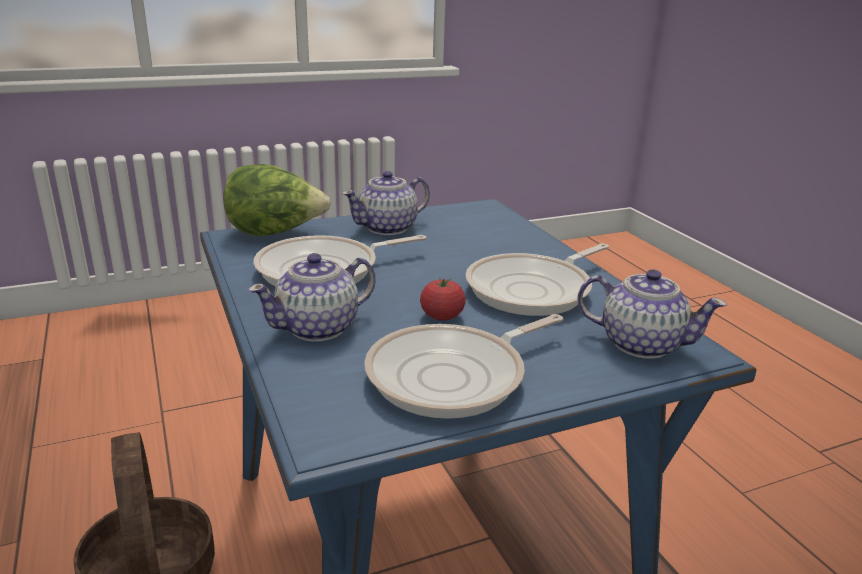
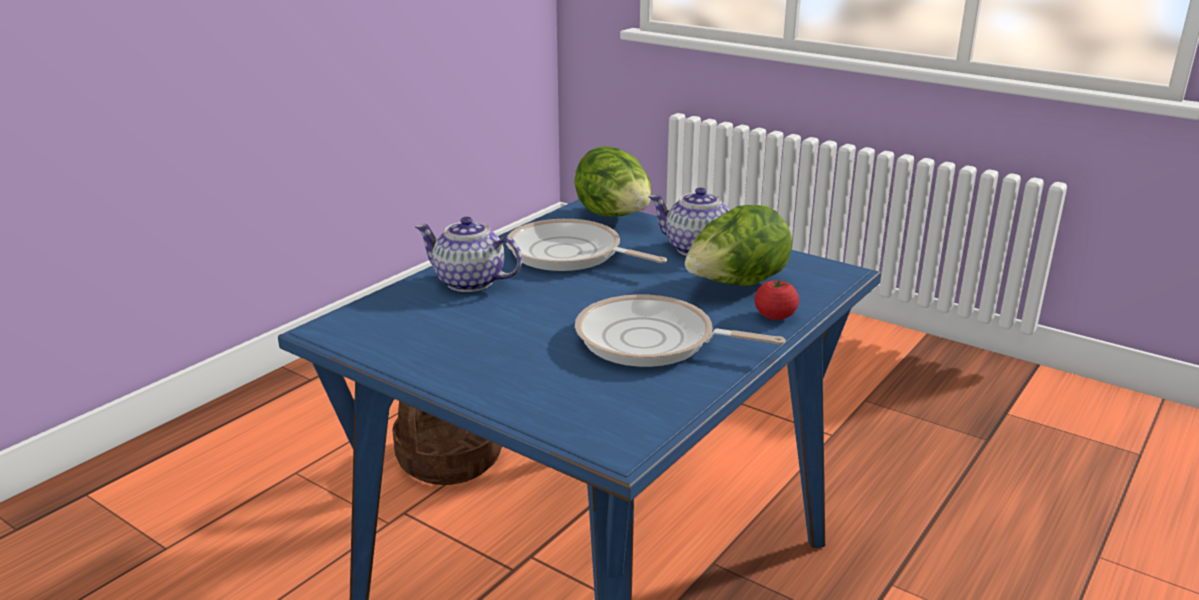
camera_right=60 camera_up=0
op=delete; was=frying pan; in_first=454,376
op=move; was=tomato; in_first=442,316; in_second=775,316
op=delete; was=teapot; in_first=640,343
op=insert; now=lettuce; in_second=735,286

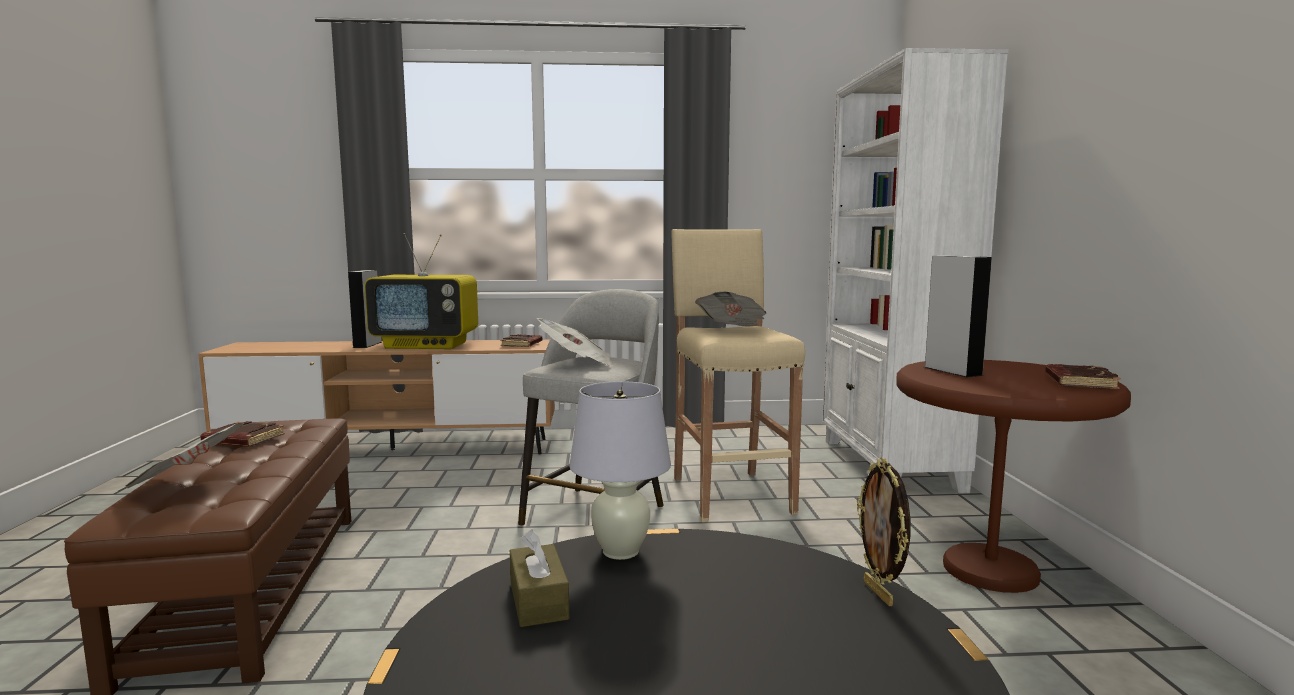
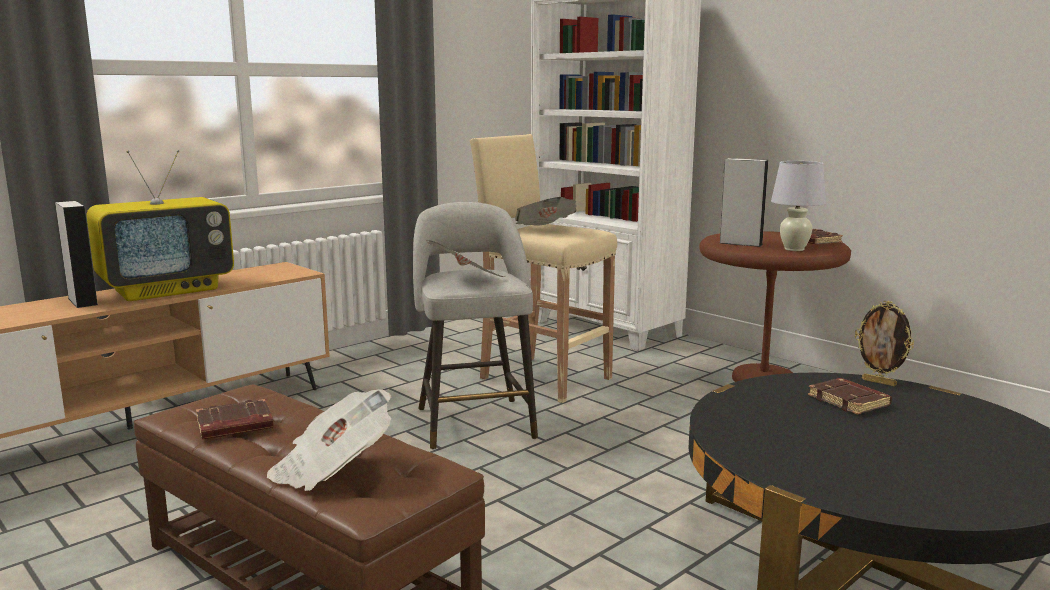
camera_right=-40 camera_up=5
op=move; was=brown-coloured book; in_first=522,344; in_second=850,401
op=delete; was=brown-coloured tissue box; in_first=538,601
op=move; was=whitish tabletop lamp; in_first=621,551; in_second=794,249

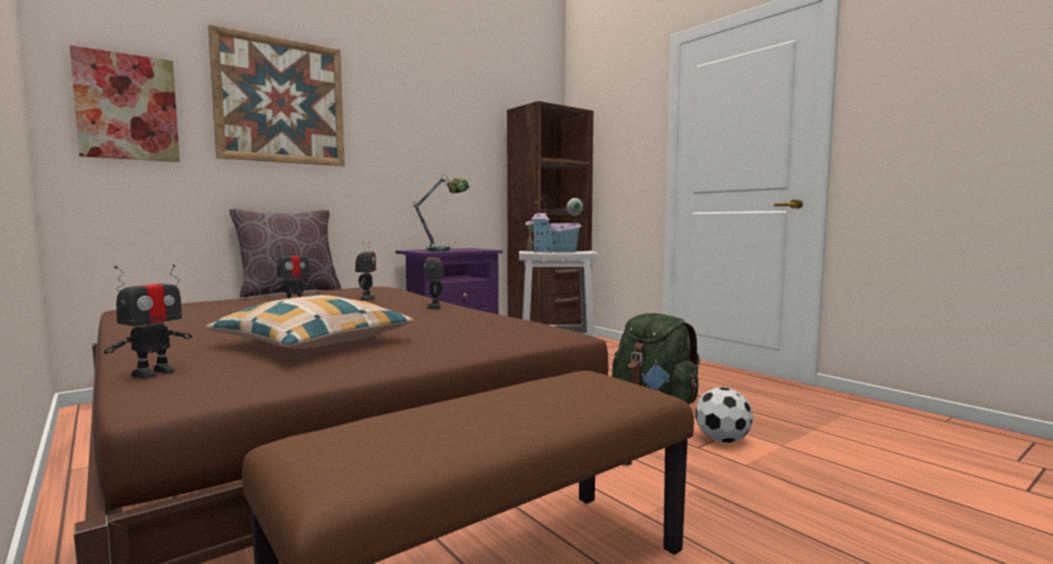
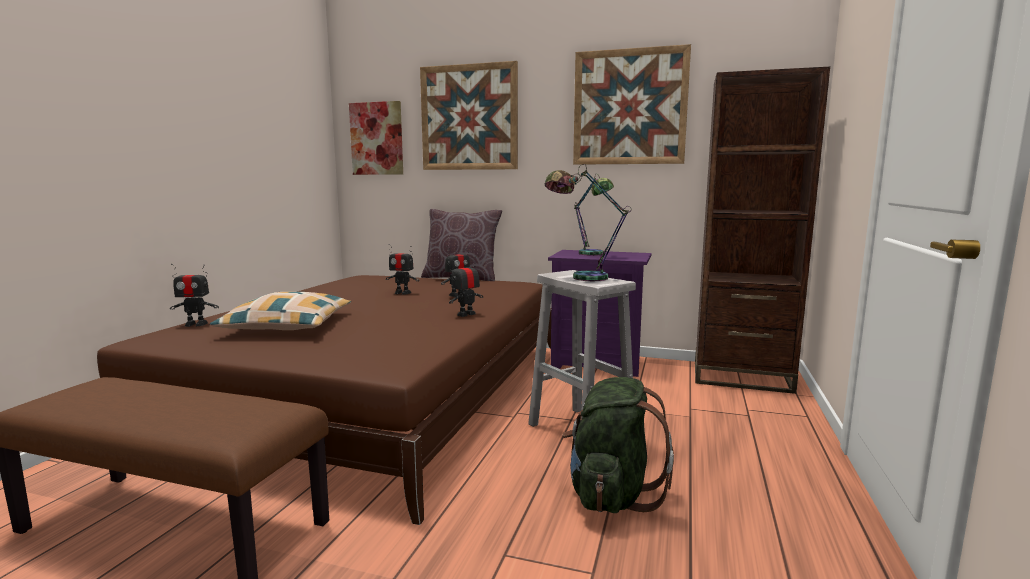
camera_right=55 camera_up=5
op=replace; was=model house; now=tabletop lamp; in_first=553,251; in_second=581,277
op=delete; was=football; in_first=723,440
op=insert; now=wall art; in_second=629,107

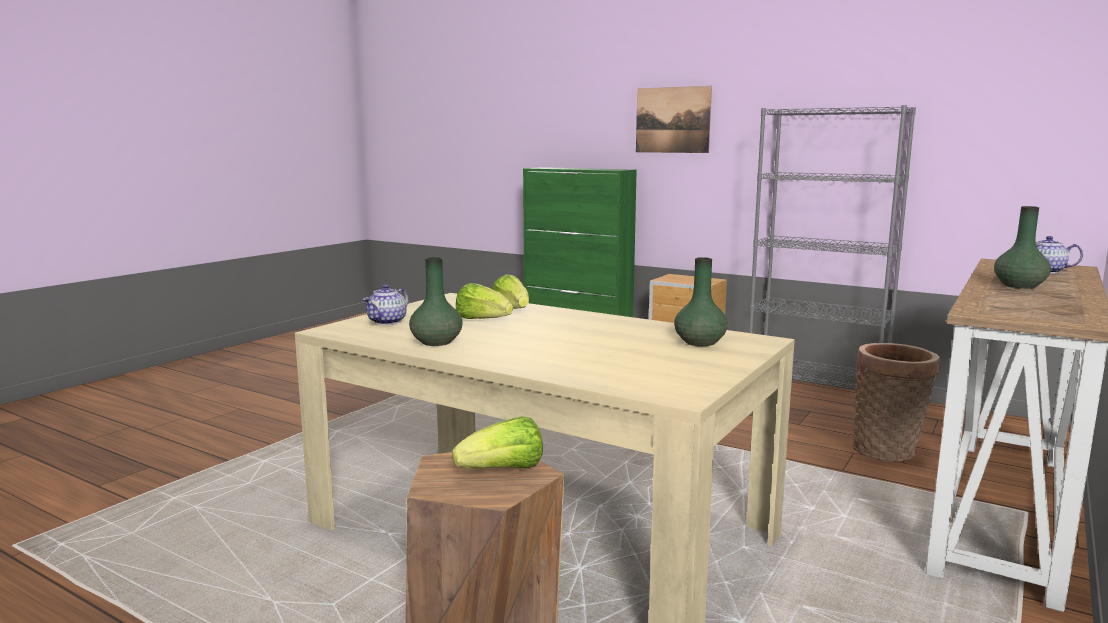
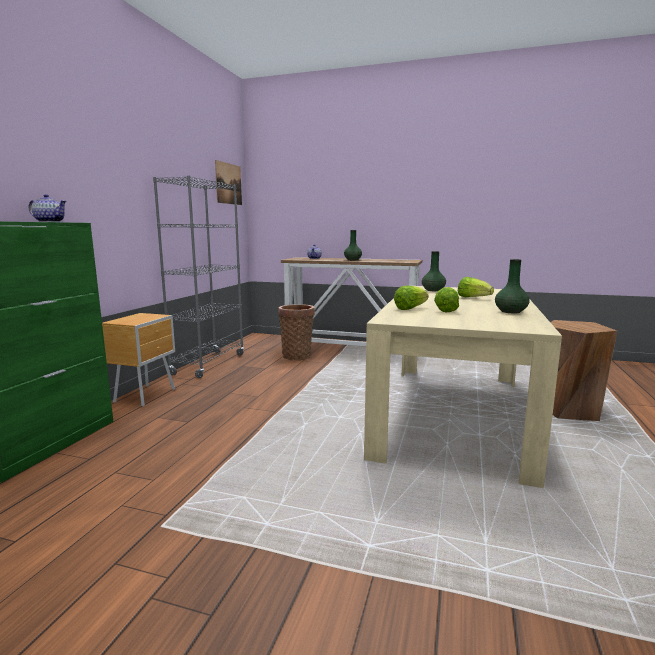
camera_right=-105 camera_up=0
op=move; was=teapot; in_first=388,321; in_second=49,222
op=move; was=lettuce; in_first=503,471; in_second=473,298
op=move; was=wall art; in_first=672,120; in_second=228,183

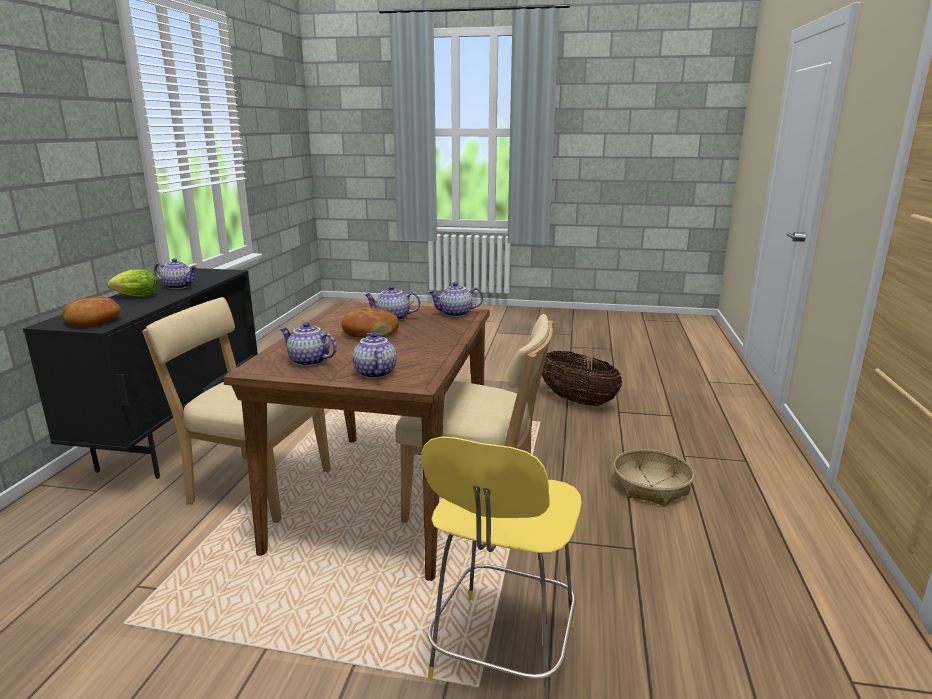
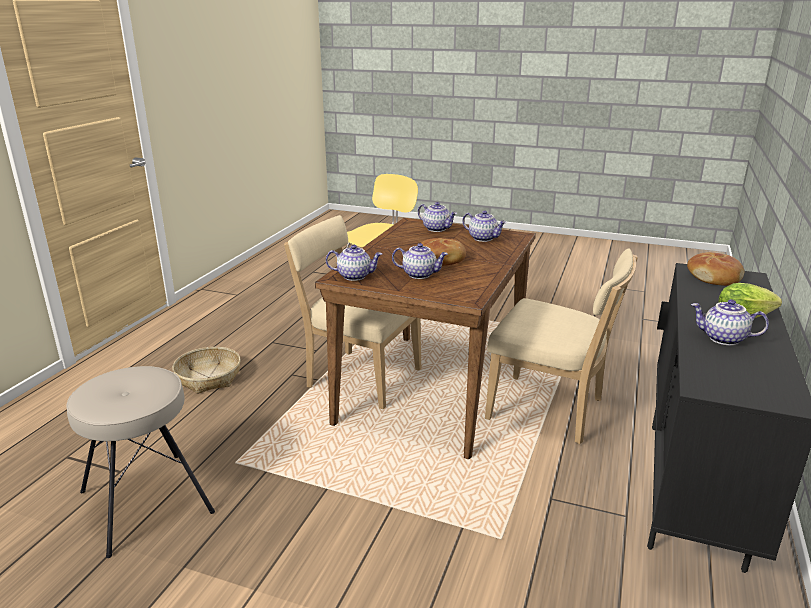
camera_right=-170 camera_up=5
op=rotate; was=teapot; in_first=374,373; in_second=437,229; clockwise=-45
op=replace; was=storage basket; now=beige stool seat; in_first=577,401; in_second=147,500

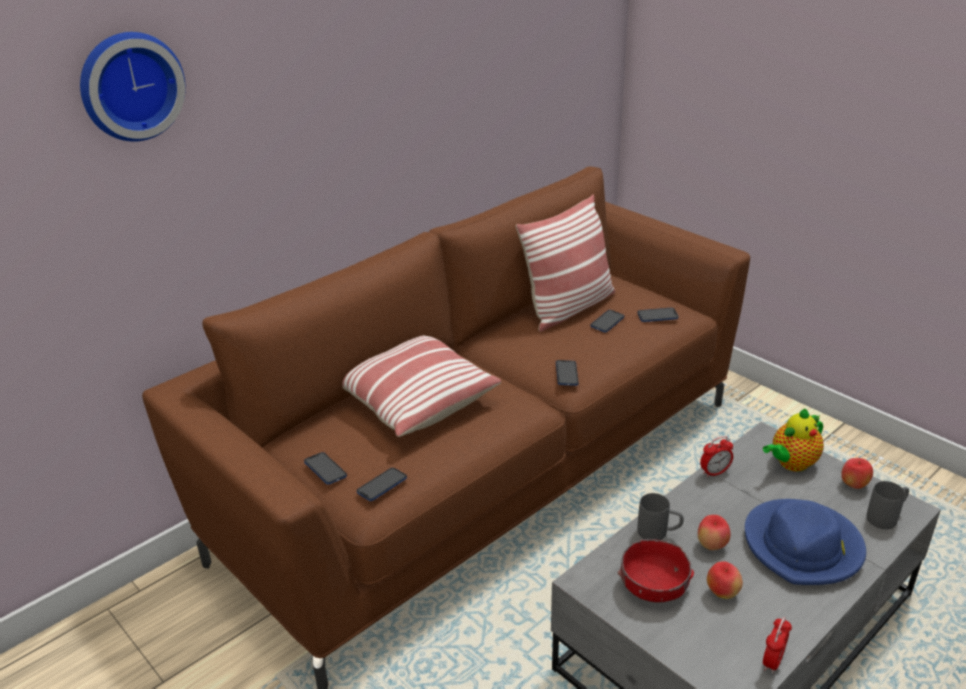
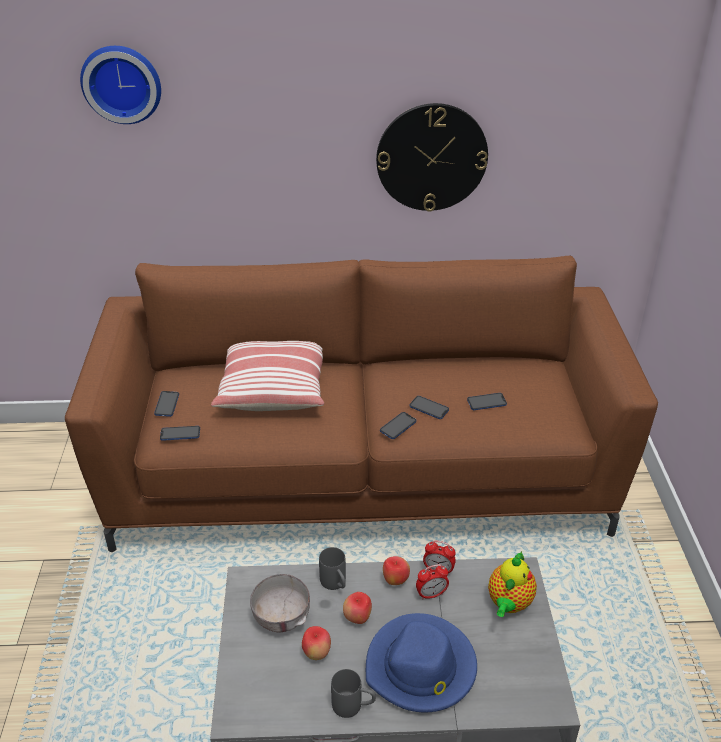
camera_right=40 camera_up=5
op=delete; was=cushion; in_first=568,308
op=recolor; was=red-coloured bowl; now=gray bowl; in_first=653,586; in_second=281,615
op=move; was=handset; in_first=657,316; in_second=429,408
op=rotate; was=teapot; in_first=791,463; in_second=508,604; clockwise=-75
op=move; was=bedside clock; in_first=772,661; in_second=431,594
op=move; was=apple; in_first=853,485; in_second=395,580
op=move; was=gray mug; in_first=886,517; in_second=353,706
op=insert; now=hanging clock; in_second=431,157

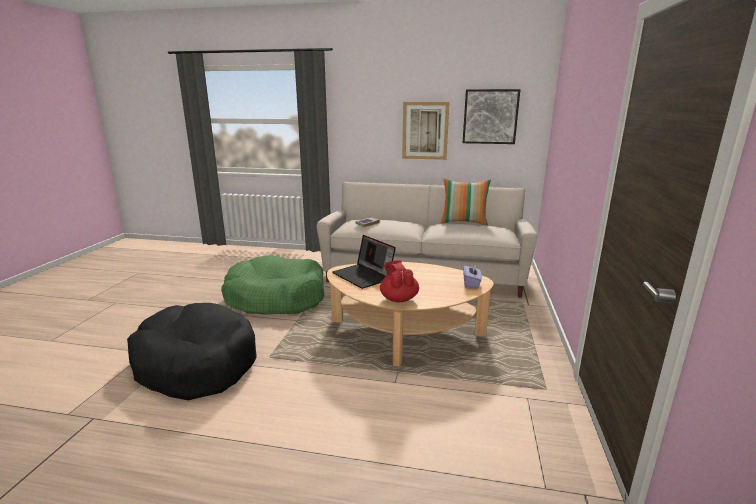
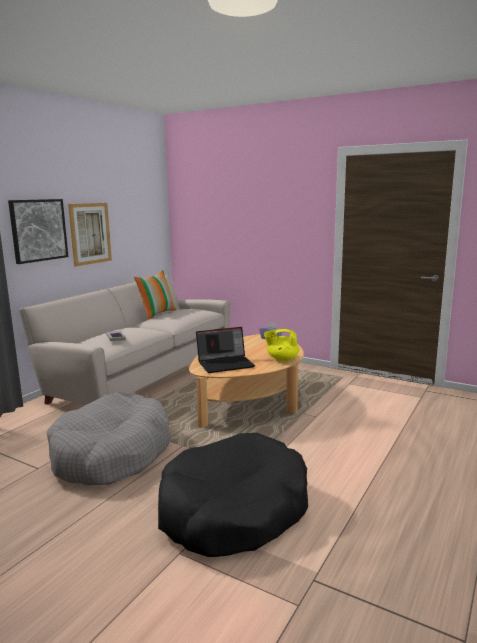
camera_right=-70 camera_up=-5
op=recolor; was=green-coloured dog bed; now=gray dog bed; in_first=276,298; in_second=111,454
op=recolor; was=red-coloured teapot; now=yellow teapot; in_first=398,299; in_second=282,359
op=move; was=wall art; in_first=490,116; in_second=38,230

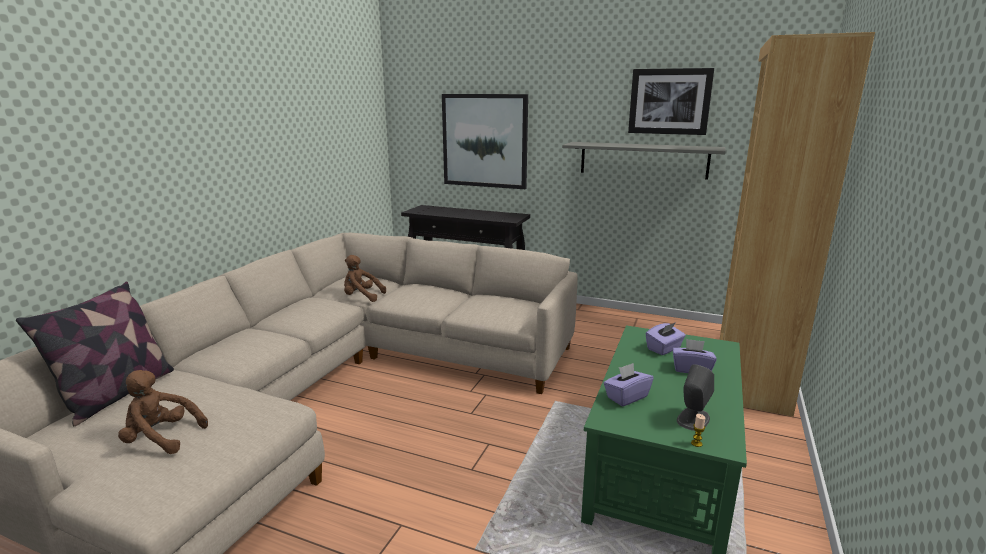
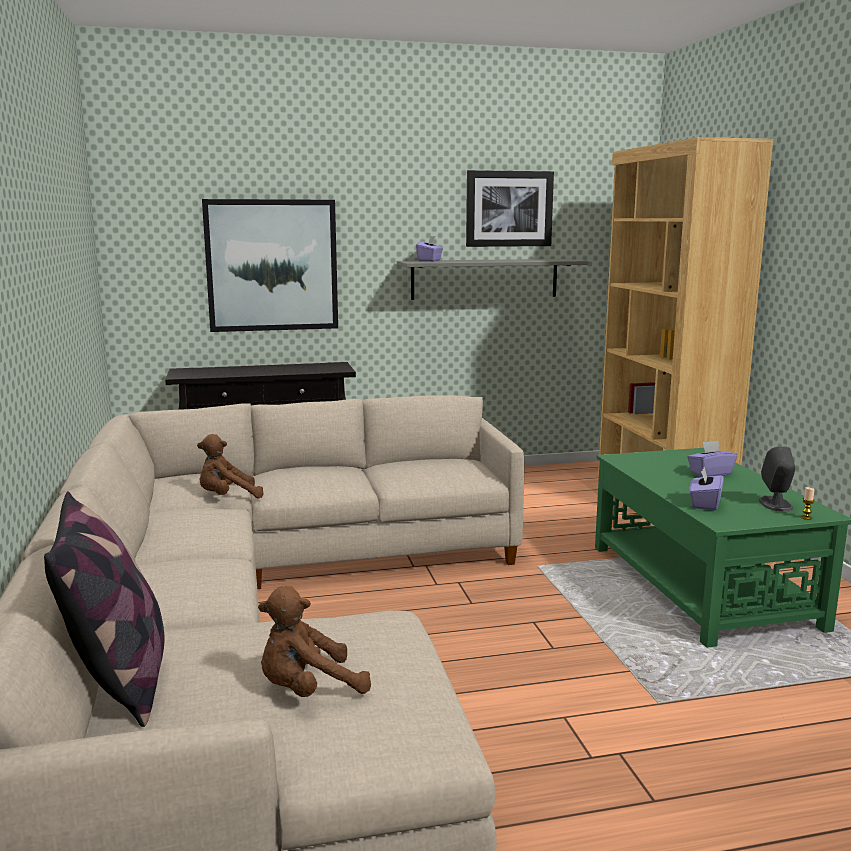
camera_right=-35 camera_up=-5
op=move; was=purplish tissue box; in_first=664,349; in_second=429,261

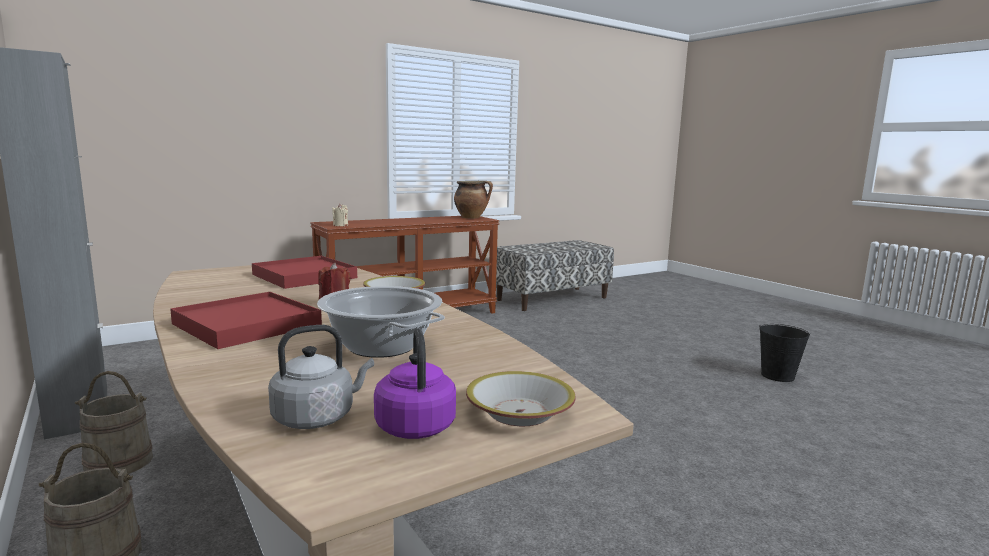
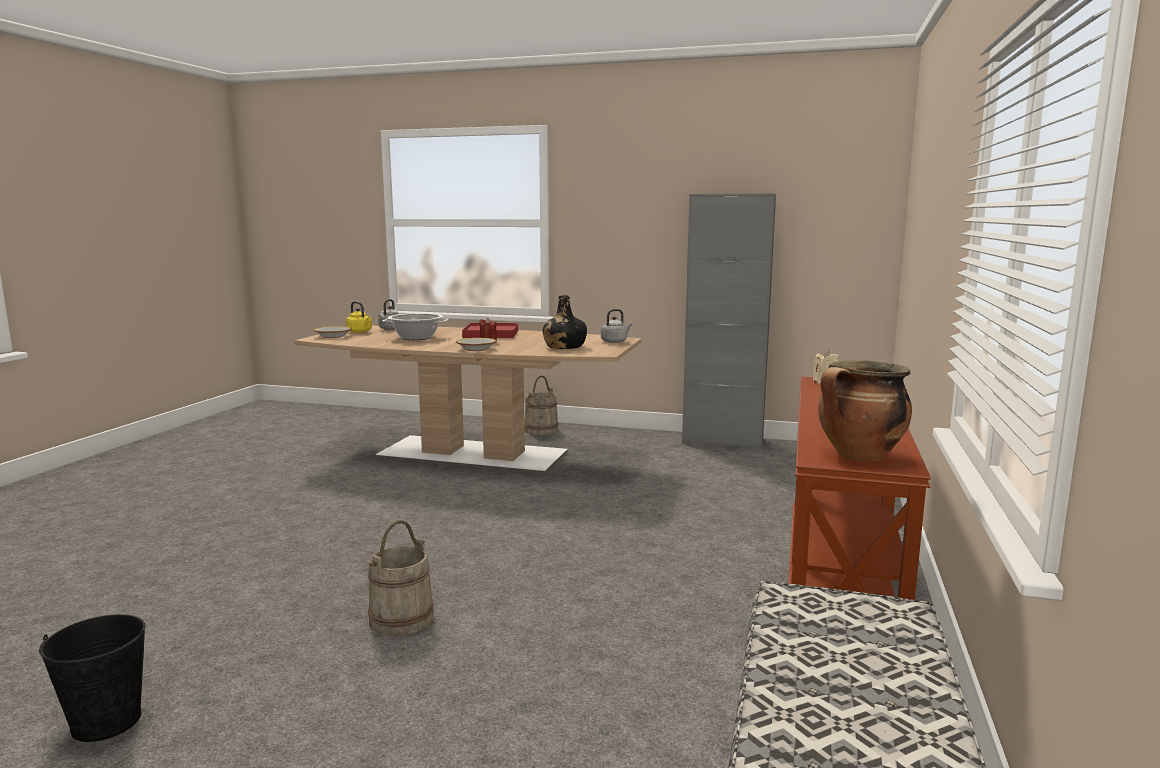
camera_right=140 camera_up=0
op=move; was=beige pail; in_first=119,462; in_second=402,619
op=replace; was=red-coloured serving tray; now=black drink bottle; in_first=304,276; in_second=564,347
op=recolor; was=purplish tea kettle; now=yellow tea kettle; in_first=415,425; in_second=360,332
op=insert; now=gray tea kettle; in_second=615,341

